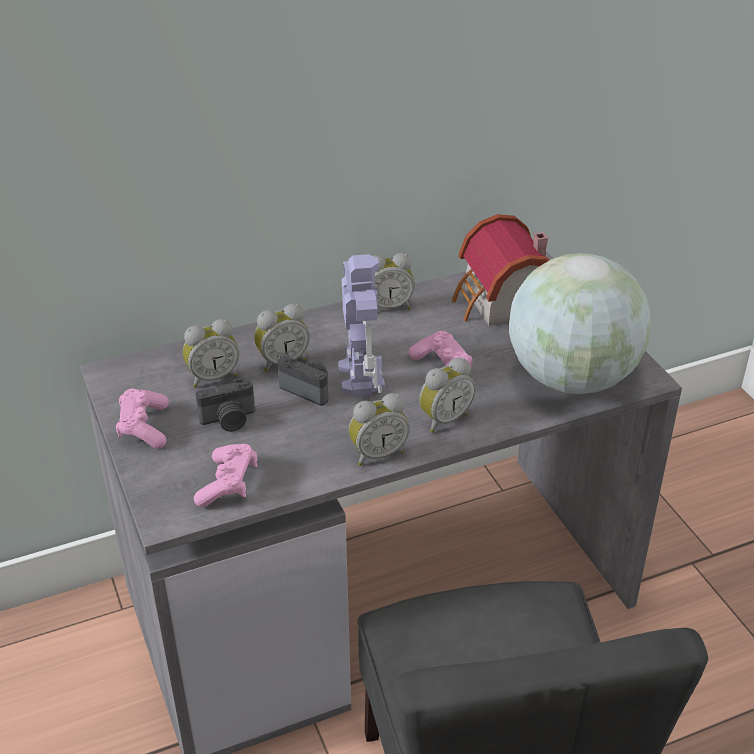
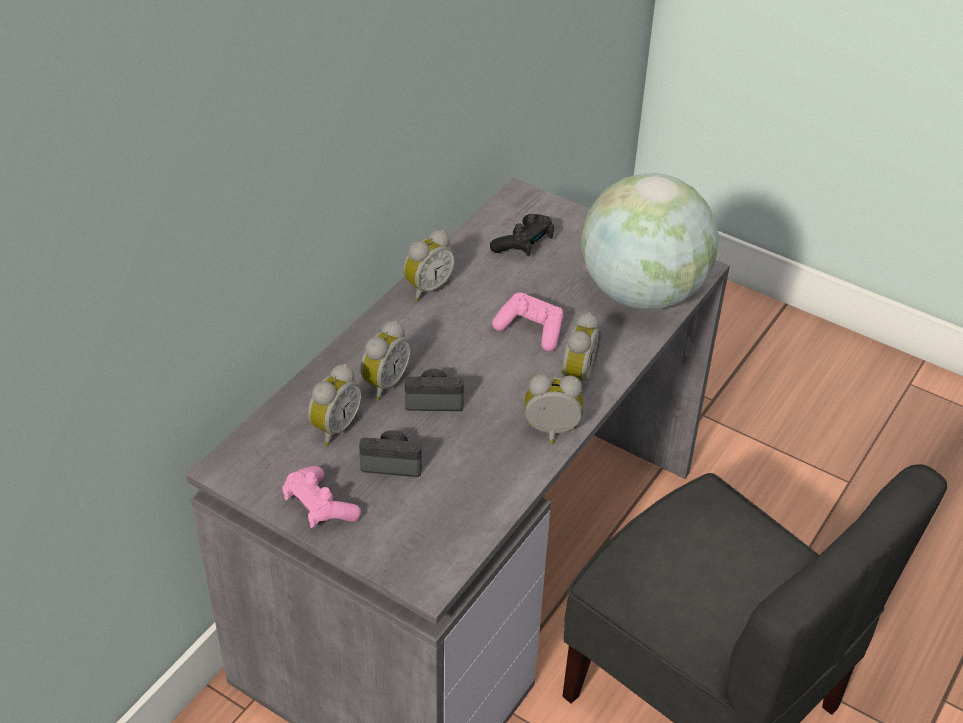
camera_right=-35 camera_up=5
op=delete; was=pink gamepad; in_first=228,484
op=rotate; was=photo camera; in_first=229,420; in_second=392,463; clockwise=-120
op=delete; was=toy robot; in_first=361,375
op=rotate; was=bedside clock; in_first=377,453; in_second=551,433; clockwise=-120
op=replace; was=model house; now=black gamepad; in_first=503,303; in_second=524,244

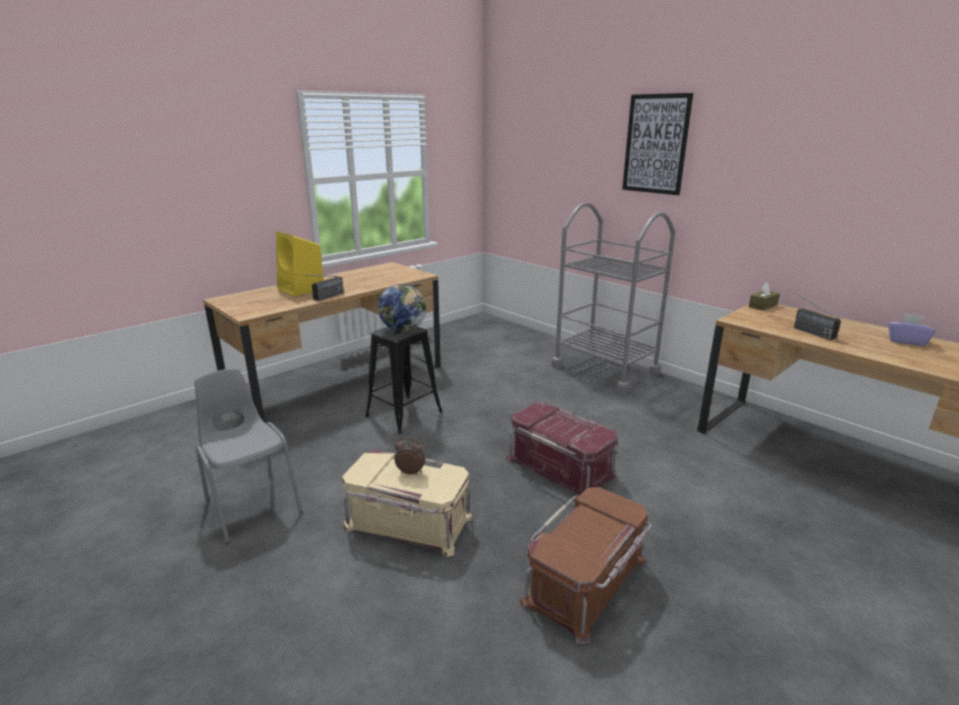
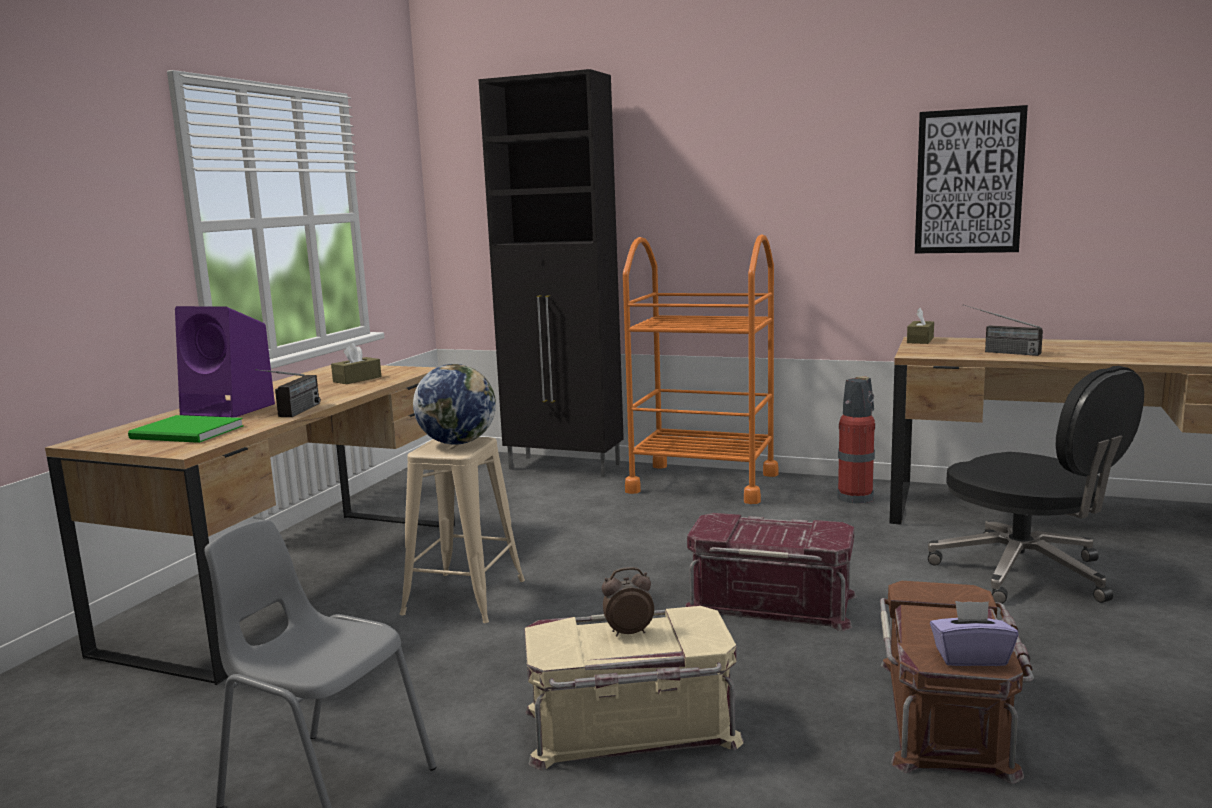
camera_right=-25 camera_up=-10
op=recolor; was=yellow speaker; now=purplish speaker; in_first=302,289; in_second=231,410
op=recolor; was=black stool seat; now=beige stool seat; in_first=404,414; in_second=465,596
op=recolor; was=gray wheeled cart; now=orangey wheeled cart; in_first=604,369; in_second=703,483
op=move; was=wall art; in_first=656,144; in_second=969,181
op=move; was=purplish tissue box; in_first=906,341; in_second=971,657
op=insert; now=green-coloured book; in_second=188,433
op=insert; now=brown-coloured tissue box; in_second=357,379
op=insert; now=black cabinet; in_second=565,467
op=insert; now=extinguisher; in_second=856,497
op=insert; now=black computer chair; in_second=1026,573

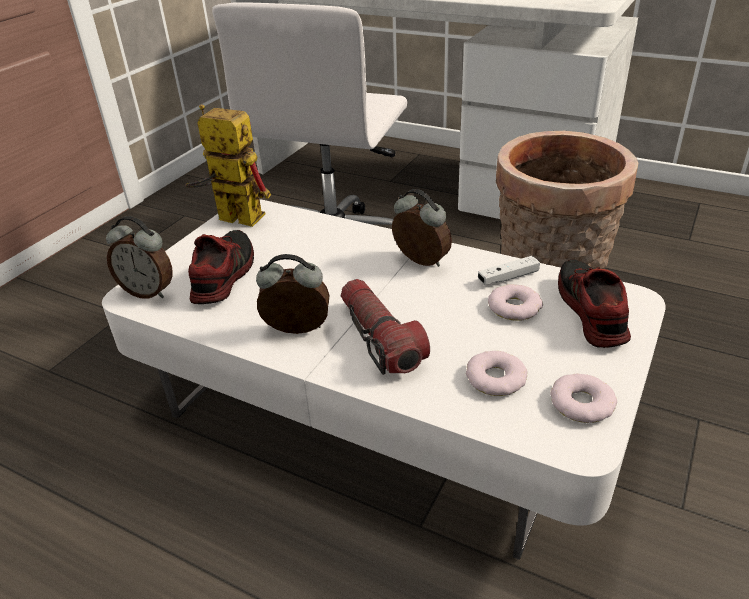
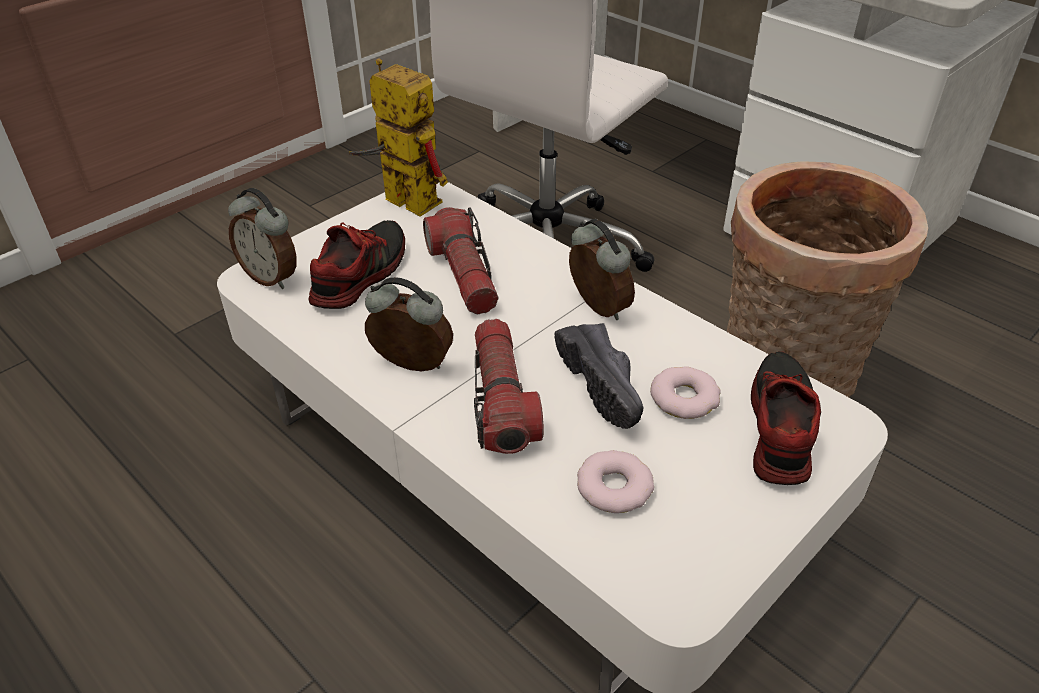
camera_right=15 camera_up=5
op=delete; was=whitish gamepad; in_first=508,277
op=delete; was=doughnut; in_first=581,403
op=insert; now=hand torch; in_second=464,274
op=insert; now=black low shoe; in_second=607,387

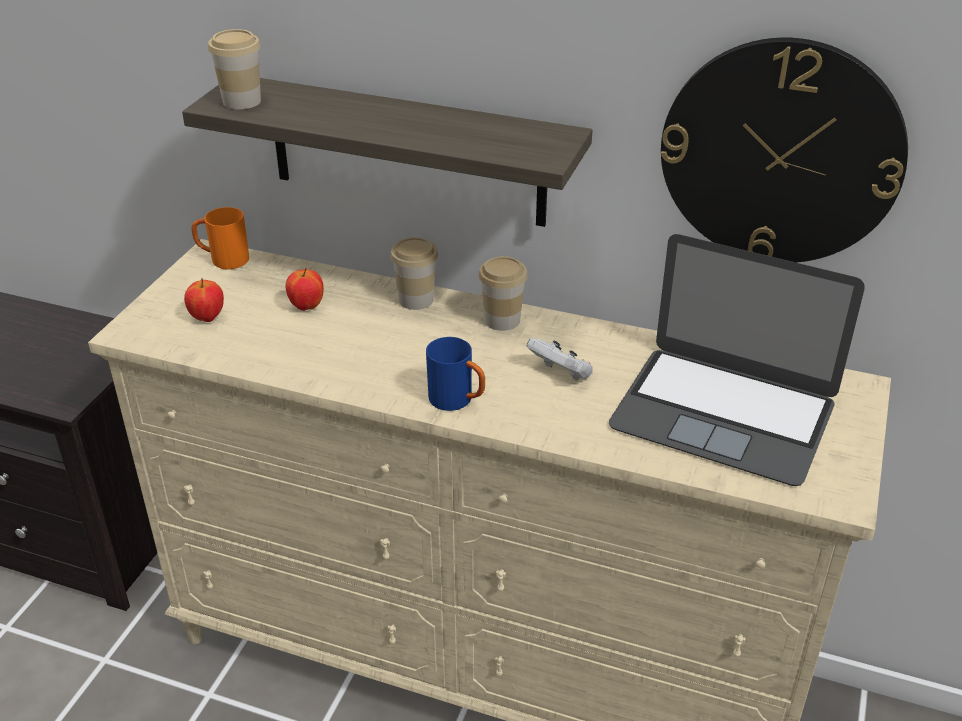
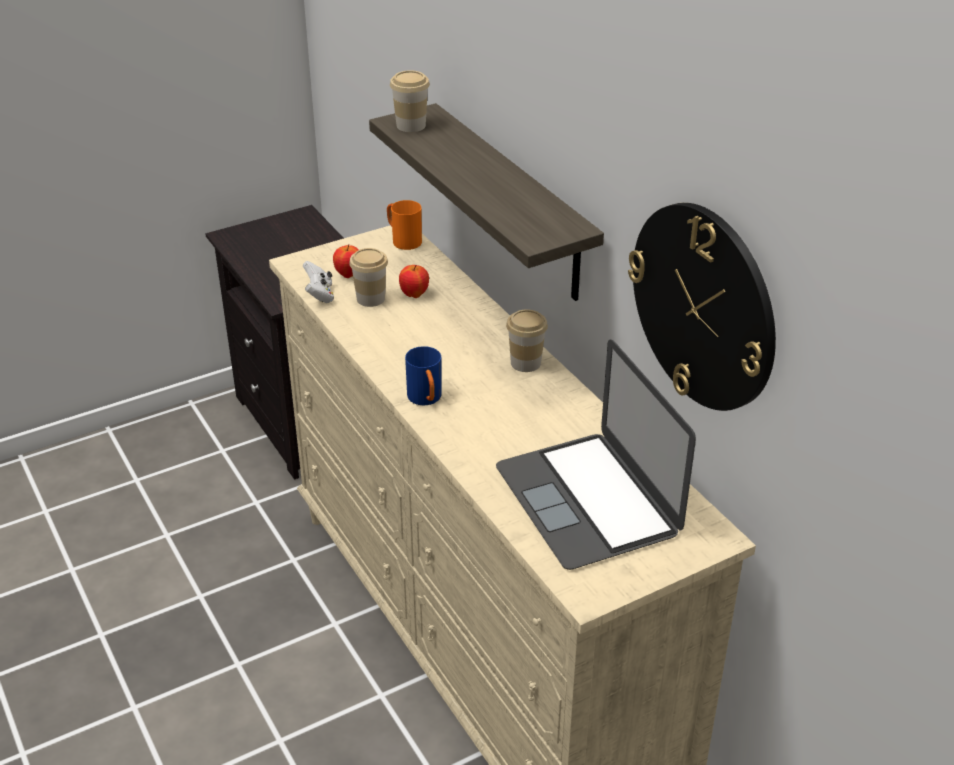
camera_right=40 camera_up=0
op=move; was=small cup; in_first=416,300; in_second=370,298
op=move; was=whitish gamepad; in_first=561,374; in_second=319,295

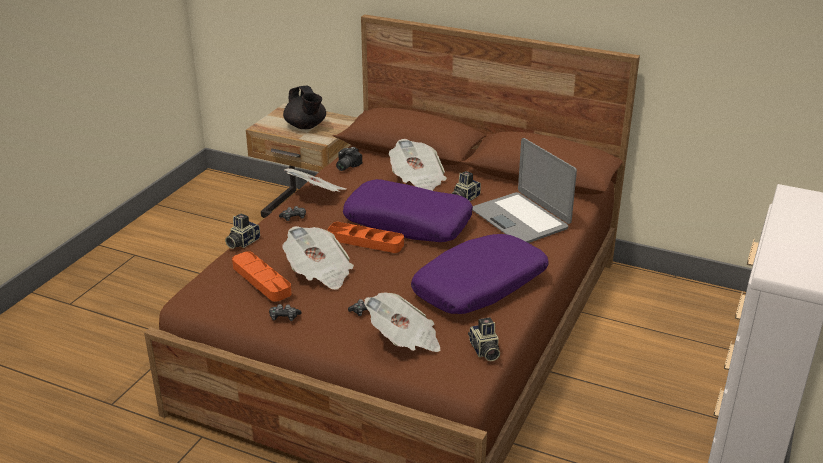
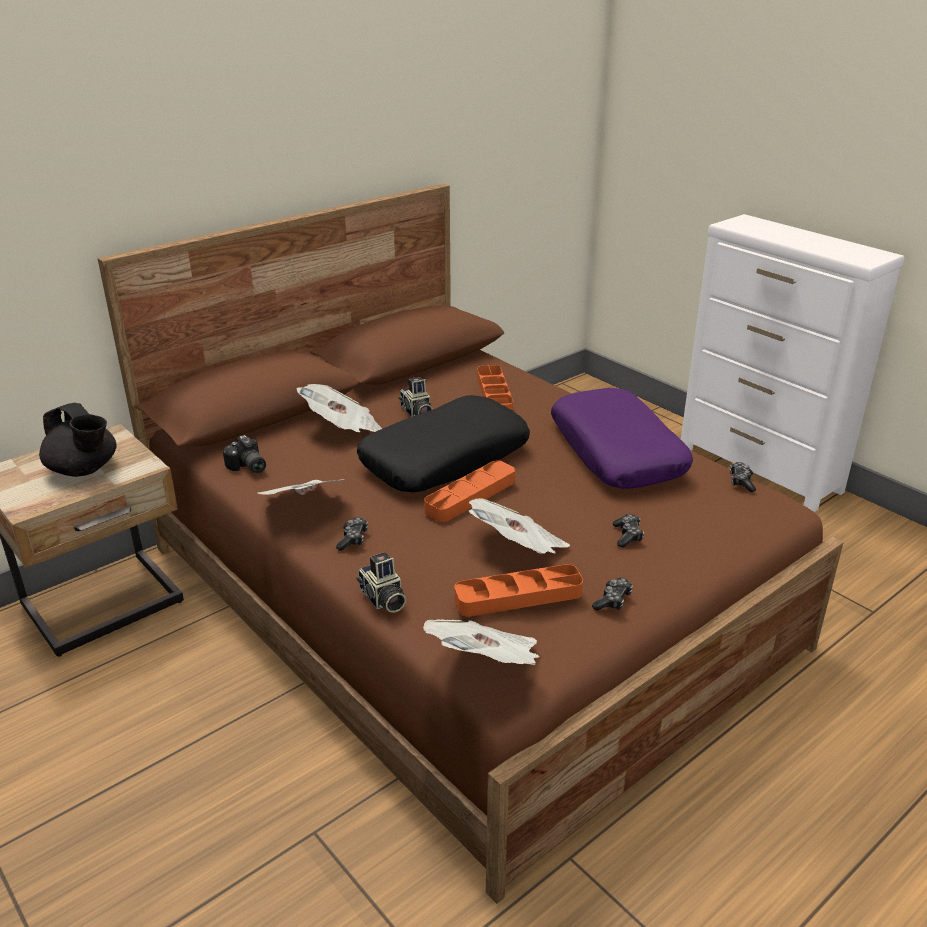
camera_right=-65 camera_up=0
op=rotate; was=black teapot; in_first=306,126; in_second=84,470; clockwise=45
op=recolor; was=purplish cushion; now=black cushion; in_first=408,222; in_second=445,458
op=move; was=newspaper; in_first=404,340; in_second=487,664
op=replace; was=photo camera; now=gamepad; in_first=484,351; in_second=741,482
op=replace; was=laptop; now=orangey serving tray; in_first=520,219; in_second=494,395

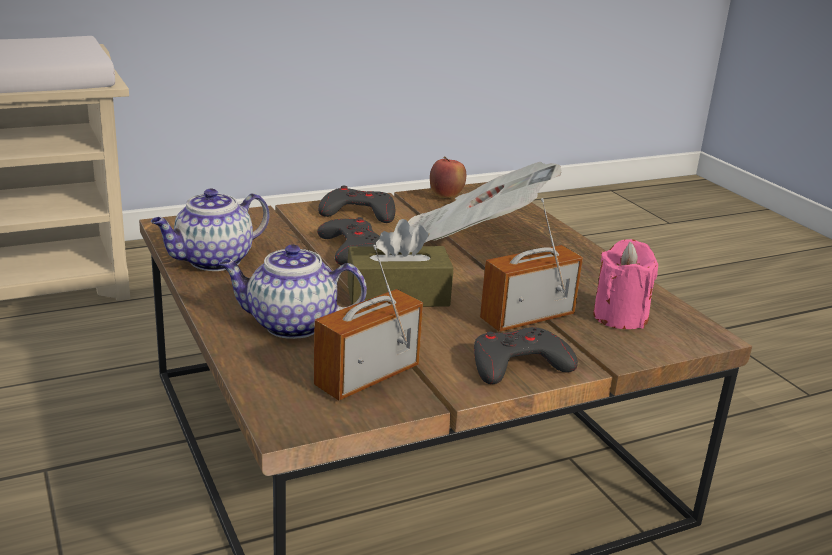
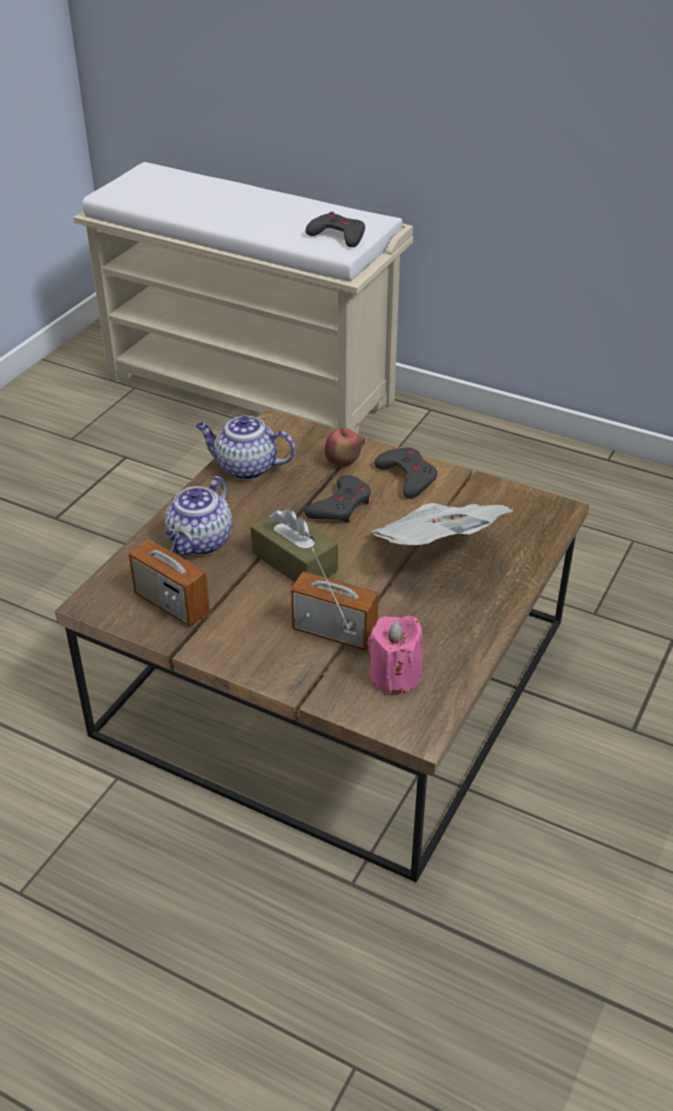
camera_right=55 camera_up=15
op=rotate; was=teapot; in_first=290,325; in_second=200,543; clockwise=-120
op=rotate; was=radio; in_first=367,377; in_second=172,604; clockwise=-150
op=move; was=apple; in_first=446,196; in_second=342,463
op=move; was=gray gamepad; in_first=518,364; in_second=338,235

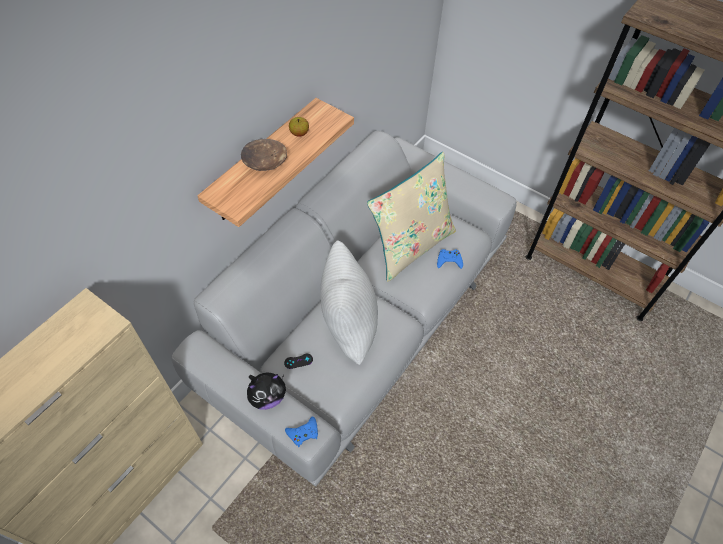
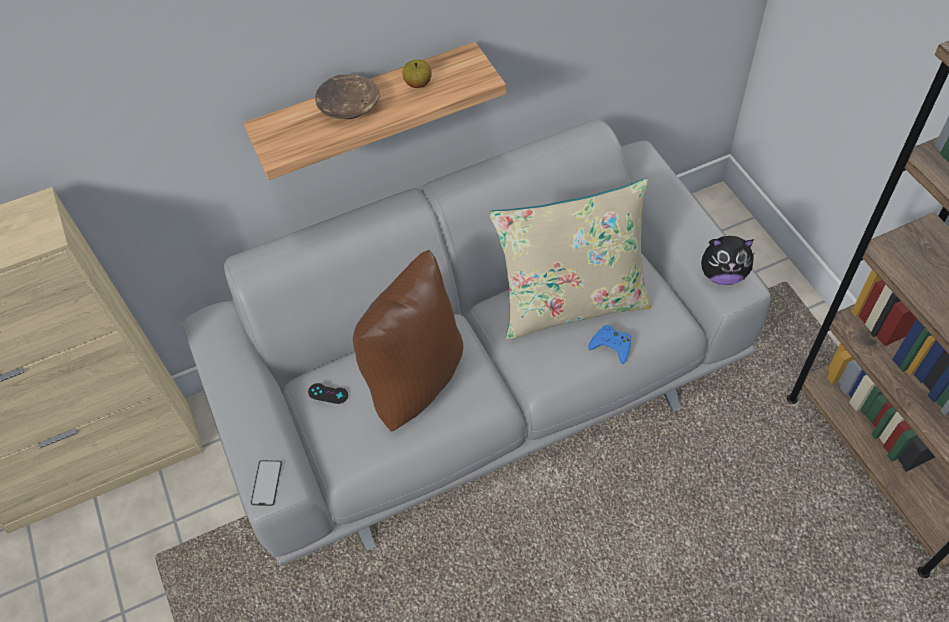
camera_right=35 camera_up=0
op=move; was=plush toy; in_first=267,397; in_second=722,274
op=replace; was=bluish gamepad; now=handset; in_first=303,433; in_second=266,483
op=recolor; was=whitish cushion; now=brown-coloured cushion; in_first=347,327; in_second=415,377

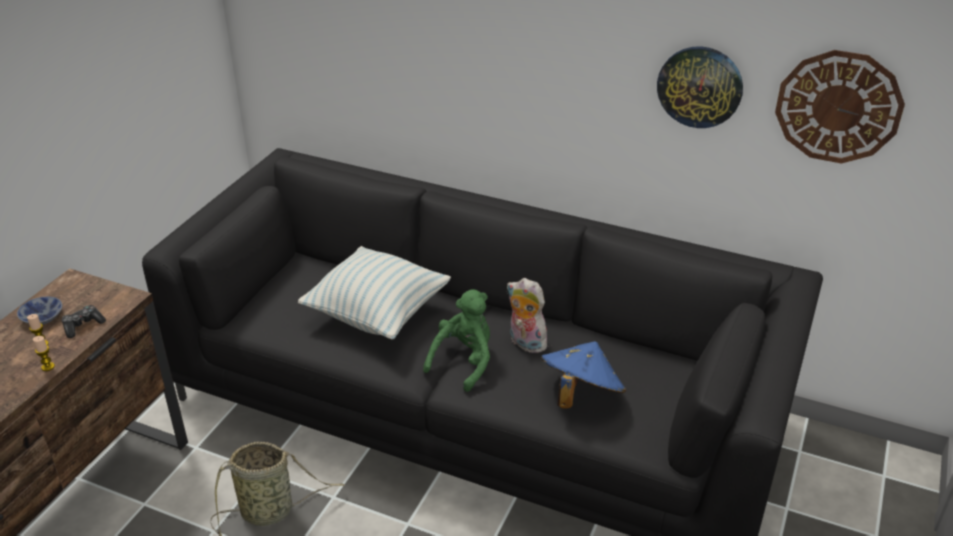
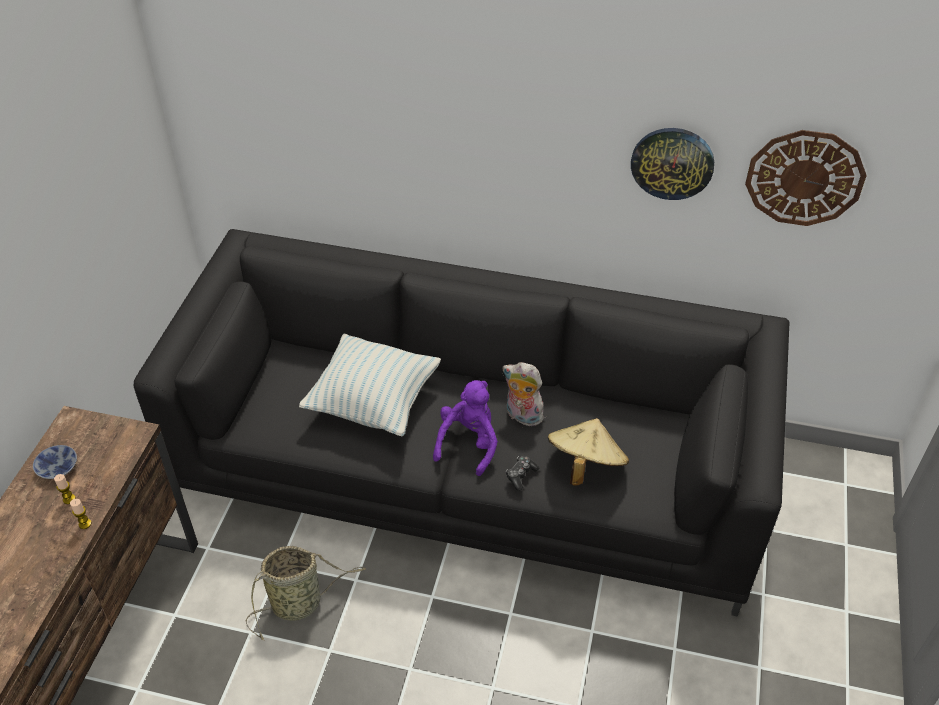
camera_right=-10 camera_up=10
op=move; was=gamepad; in_first=83,325; in_second=520,475
op=recolor; was=green-coloured plush toy; now=purplish plush toy; in_first=464,362; in_second=468,443
op=recolor; was=bluish clothing hat; now=beige clothing hat; in_first=580,394; in_second=585,465

